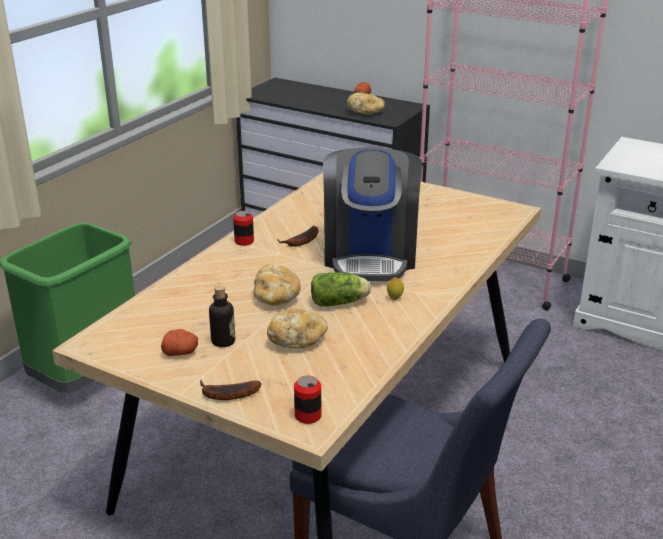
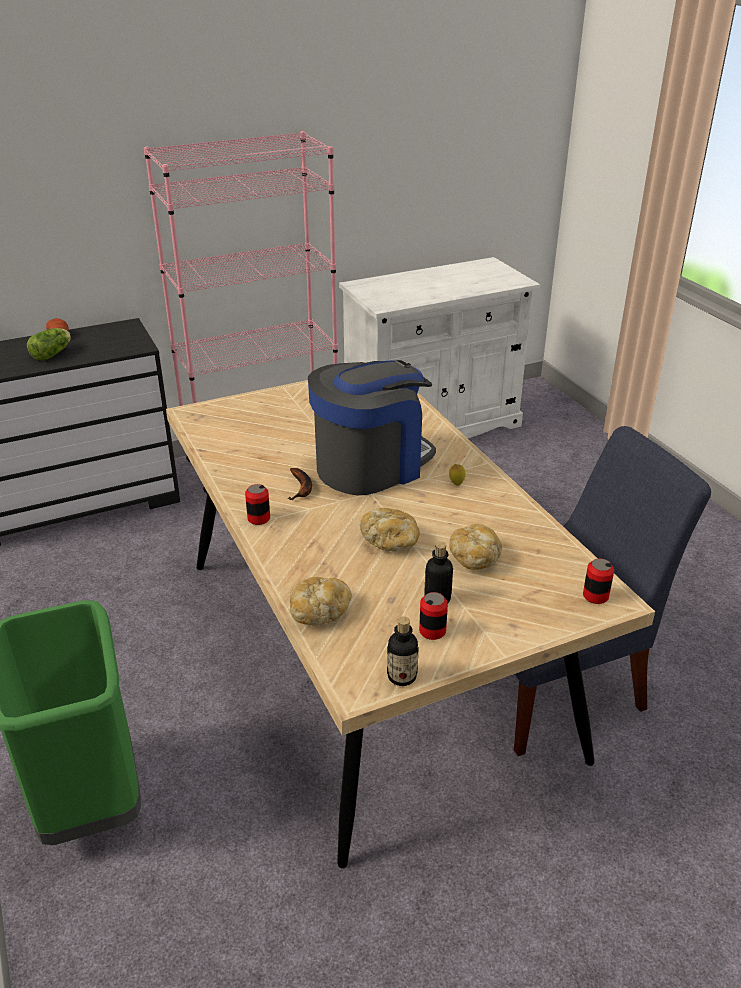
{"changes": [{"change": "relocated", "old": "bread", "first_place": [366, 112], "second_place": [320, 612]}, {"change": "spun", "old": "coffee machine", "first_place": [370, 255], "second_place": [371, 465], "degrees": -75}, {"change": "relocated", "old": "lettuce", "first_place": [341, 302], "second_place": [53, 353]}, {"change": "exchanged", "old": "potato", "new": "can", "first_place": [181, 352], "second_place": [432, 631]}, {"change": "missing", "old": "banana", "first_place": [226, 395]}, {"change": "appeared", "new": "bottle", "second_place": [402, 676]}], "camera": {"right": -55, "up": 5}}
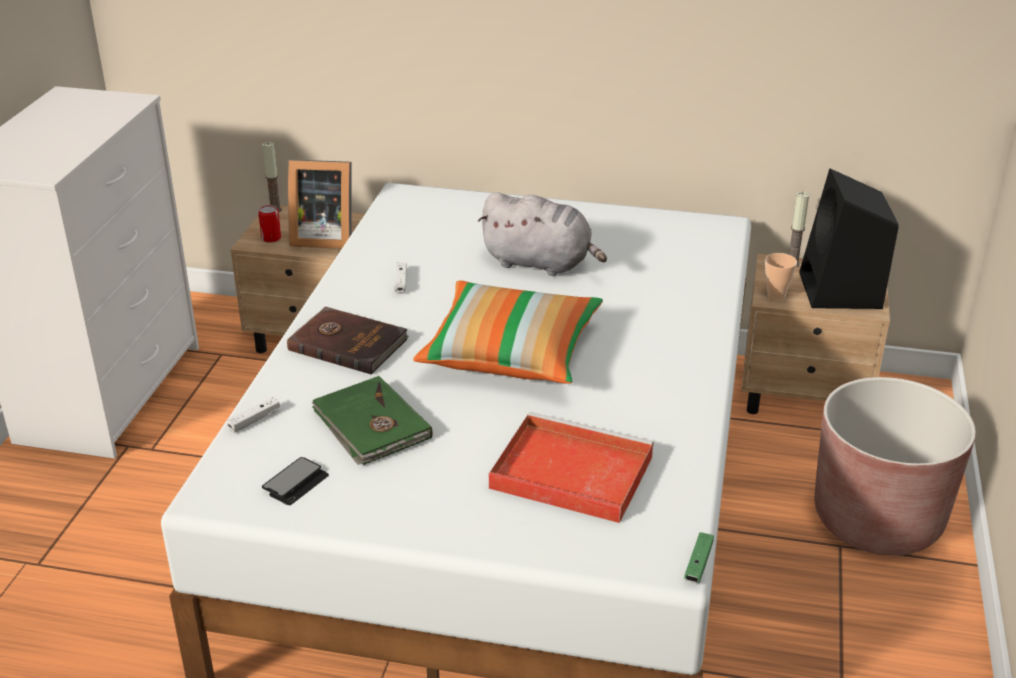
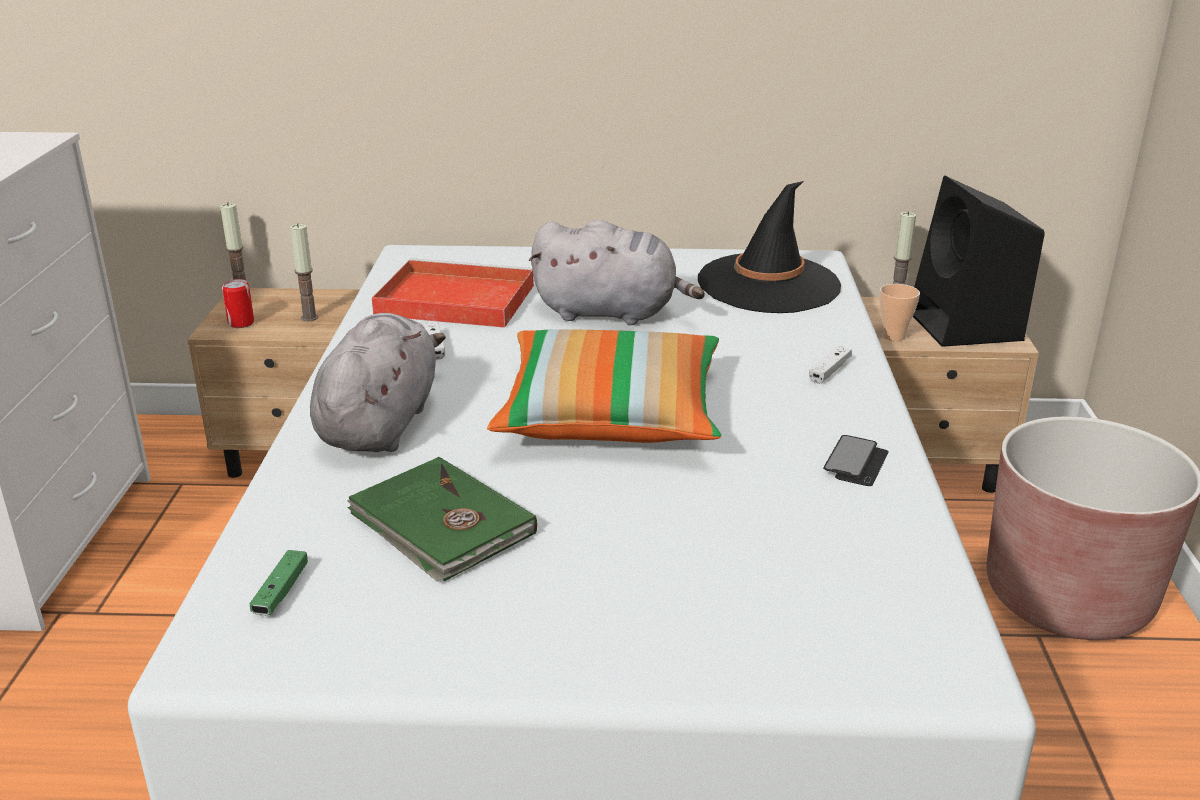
{"changes": [{"change": "exchanged", "old": "picture frame", "new": "candle", "first_place": [322, 237], "second_place": [309, 318]}, {"change": "exchanged", "old": "brown book", "new": "grey plush toy", "first_place": [348, 343], "second_place": [380, 423]}, {"change": "relocated", "old": "white game controller", "first_place": [254, 420], "second_place": [829, 371]}, {"change": "relocated", "old": "red tray", "first_place": [568, 472], "second_place": [452, 300]}, {"change": "relocated", "old": "phone", "first_place": [295, 483], "second_place": [856, 463]}, {"change": "relocated", "old": "green game controller", "first_place": [698, 564], "second_place": [281, 592]}, {"change": "appeared", "new": "black hat", "second_place": [768, 284]}], "camera": {"right": -10, "up": -5}}
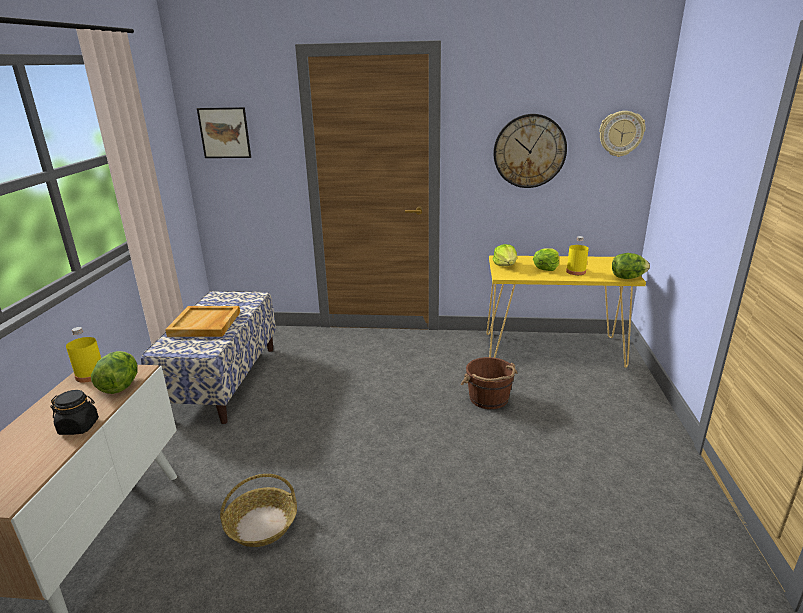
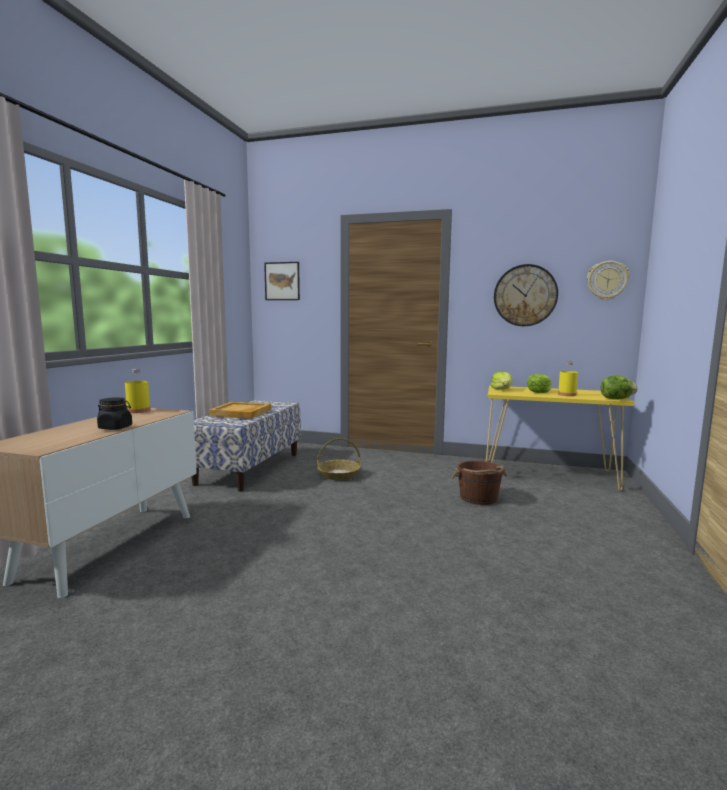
{"changes": [{"change": "missing", "old": "lettuce", "first_place": [120, 386]}, {"change": "relocated", "old": "basket", "first_place": [261, 525], "second_place": [338, 475]}], "camera": {"right": 10, "up": -15}}
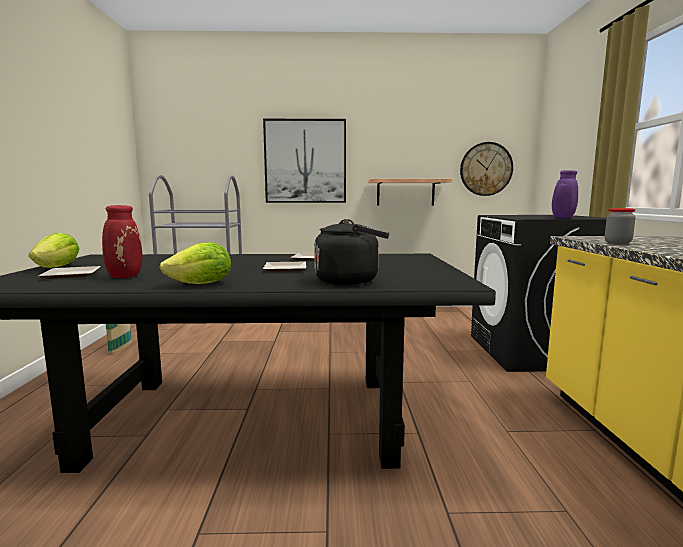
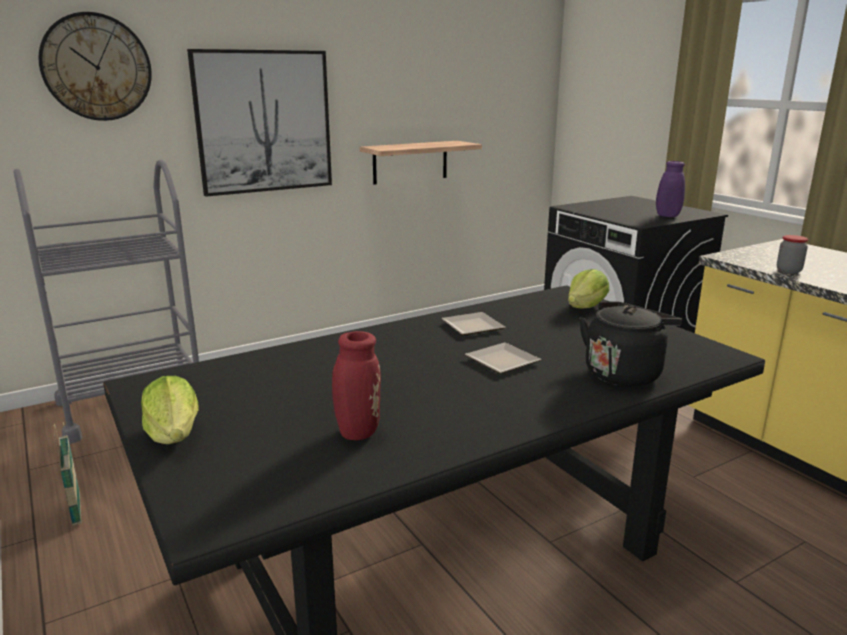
{"changes": [{"change": "relocated", "old": "wall clock", "first_place": [486, 169], "second_place": [96, 67]}, {"change": "relocated", "old": "lettuce", "first_place": [202, 284], "second_place": [586, 307]}, {"change": "missing", "old": "plate", "first_place": [70, 275]}], "camera": {"right": -30, "up": 10}}
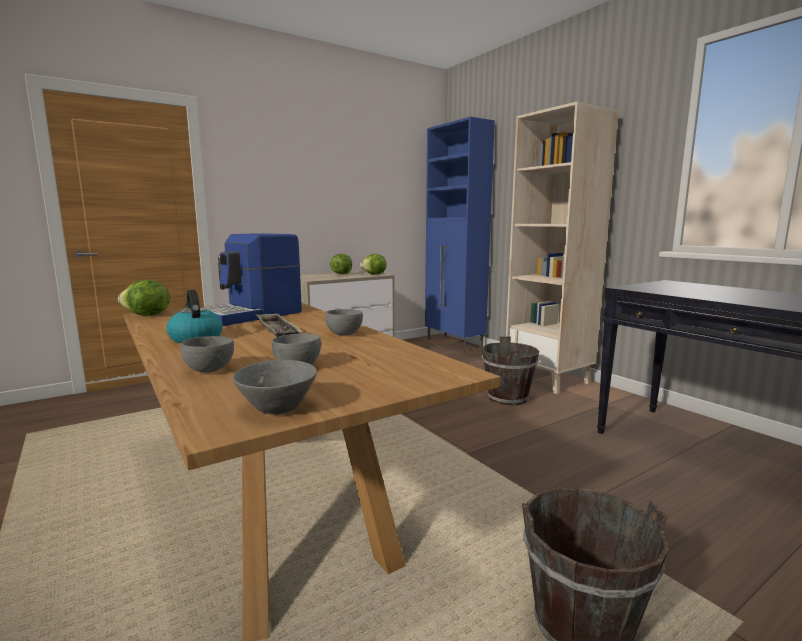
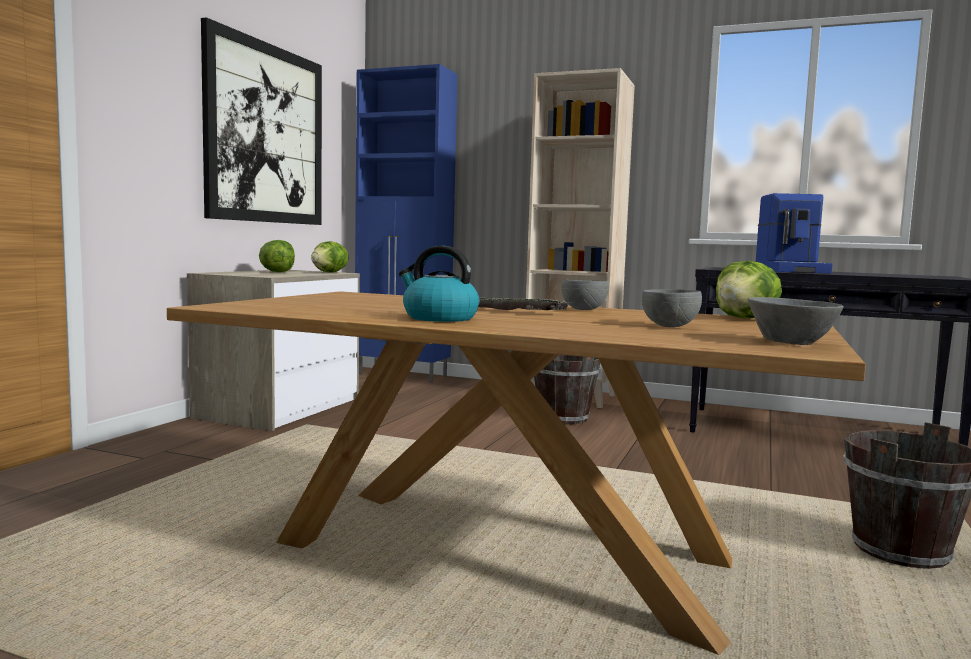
{"changes": [{"change": "relocated", "old": "coffee machine", "first_place": [252, 315], "second_place": [791, 271]}, {"change": "relocated", "old": "lettuce", "first_place": [147, 315], "second_place": [745, 318]}, {"change": "missing", "old": "grey bowl", "first_place": [208, 370]}, {"change": "appeared", "new": "picture", "second_place": [266, 134]}], "camera": {"right": -35, "up": -5}}
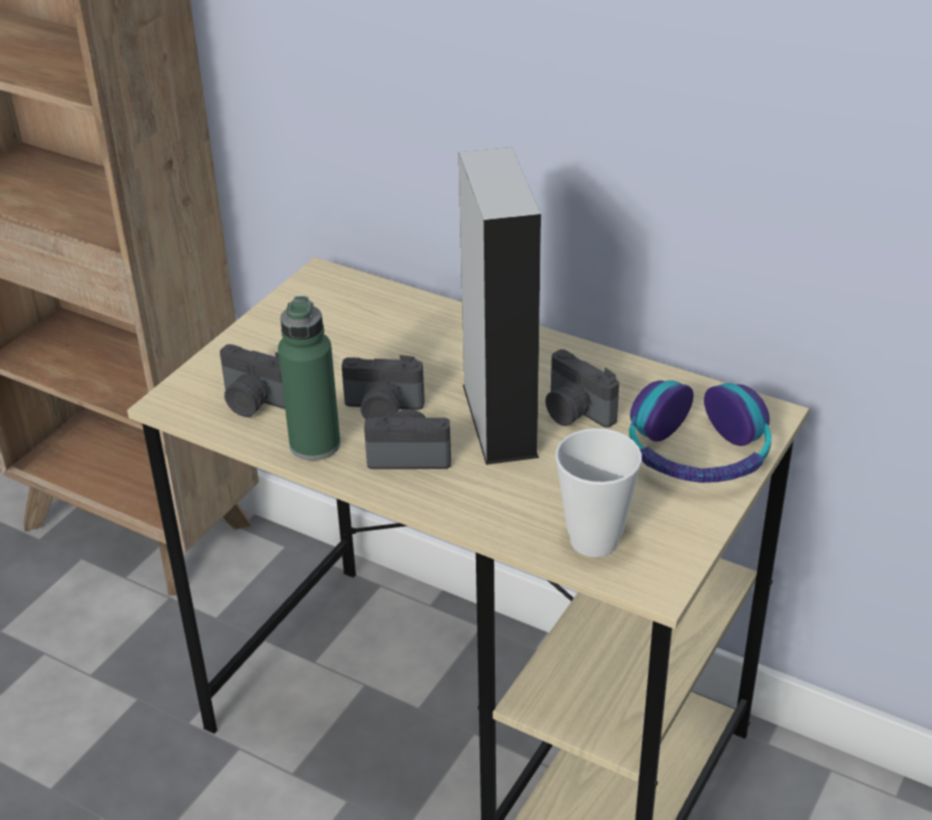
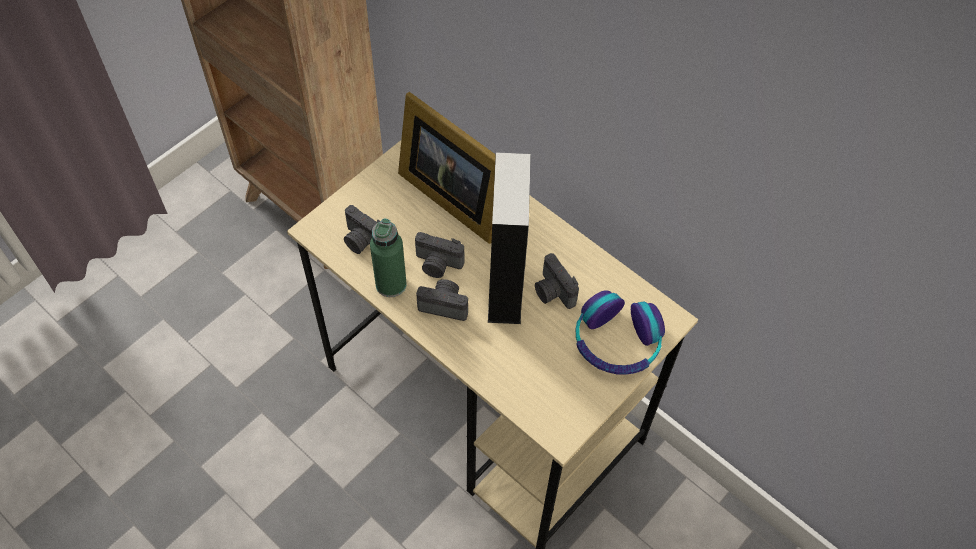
{"changes": [{"change": "missing", "old": "cup", "first_place": [594, 540]}, {"change": "appeared", "new": "picture frame", "second_place": [452, 194]}], "camera": {"right": 10, "up": 20}}
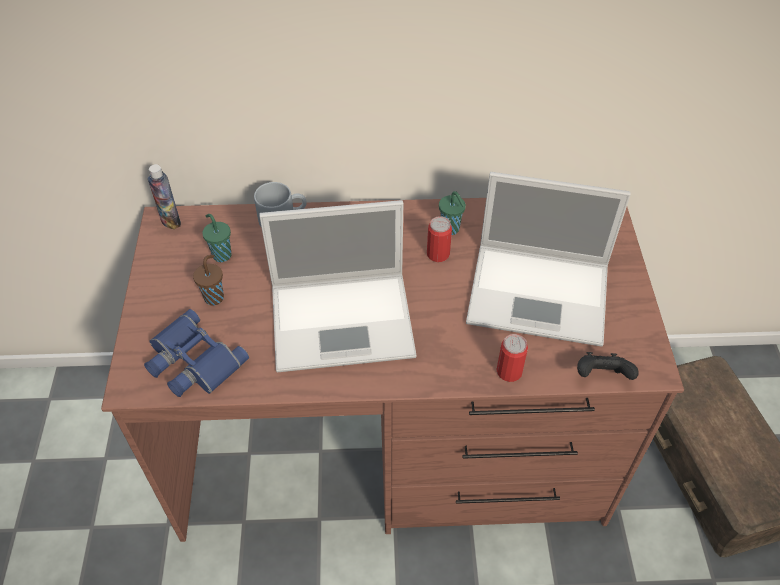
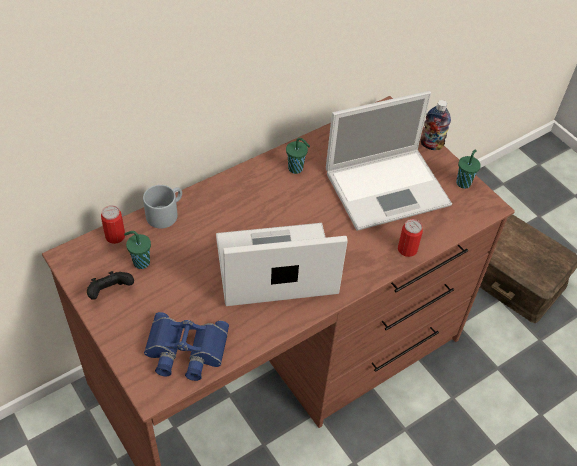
{"changes": [{"change": "relocated", "old": "bottle", "first_place": [170, 221], "second_place": [431, 145]}, {"change": "spun", "old": "laptop", "first_place": [345, 320], "second_place": [273, 267], "degrees": -150}, {"change": "relocated", "old": "can", "first_place": [438, 254], "second_place": [115, 236]}, {"change": "missing", "old": "brown cup", "first_place": [214, 297]}, {"change": "relocated", "old": "black game controller", "first_place": [601, 376], "second_place": [110, 292]}, {"change": "appeared", "new": "green cup", "second_place": [463, 182]}], "camera": {"right": -35, "up": 0}}
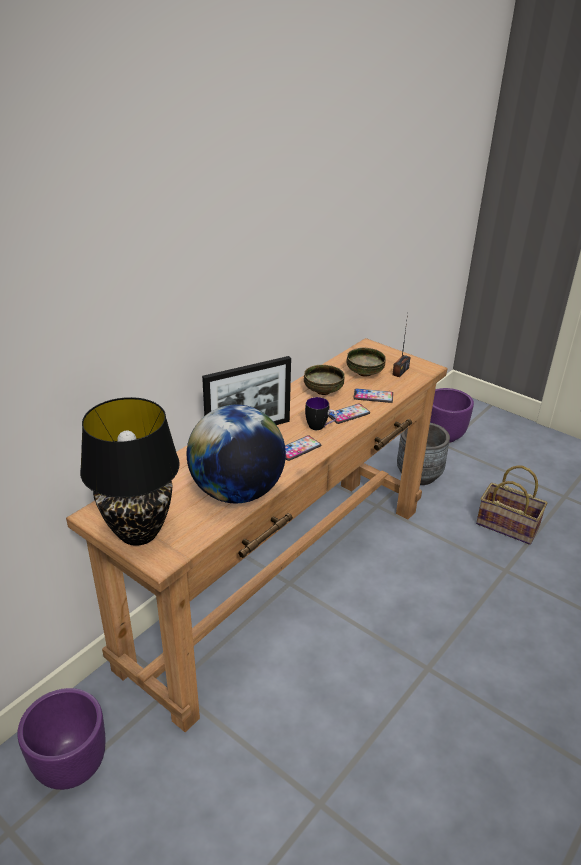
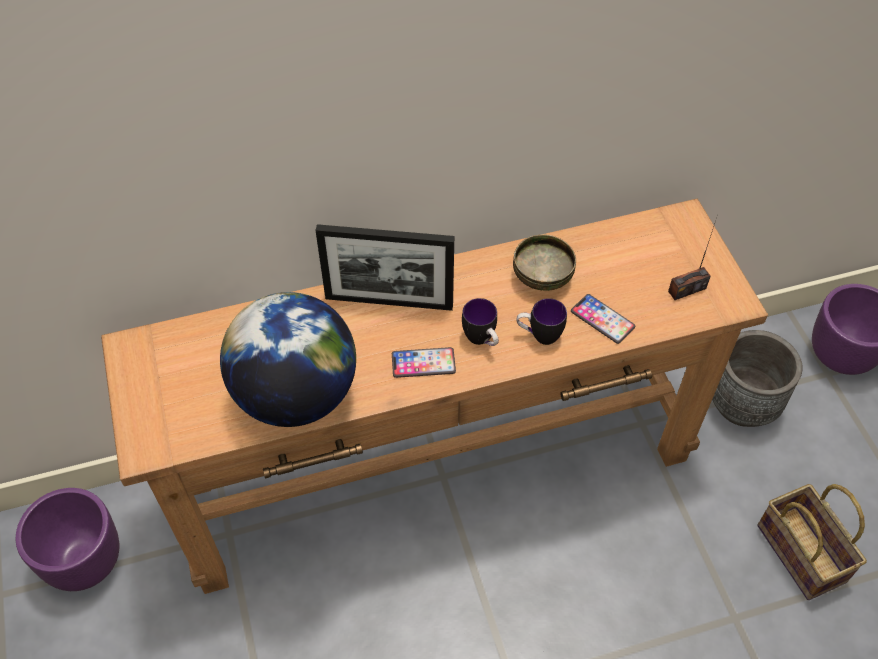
{"changes": [{"change": "missing", "old": "bowl", "first_place": [364, 373]}, {"change": "missing", "old": "black table lamp", "first_place": [139, 533]}, {"change": "exchanged", "old": "phone", "new": "mug", "first_place": [348, 414], "second_place": [539, 336]}], "camera": {"right": 35, "up": 20}}
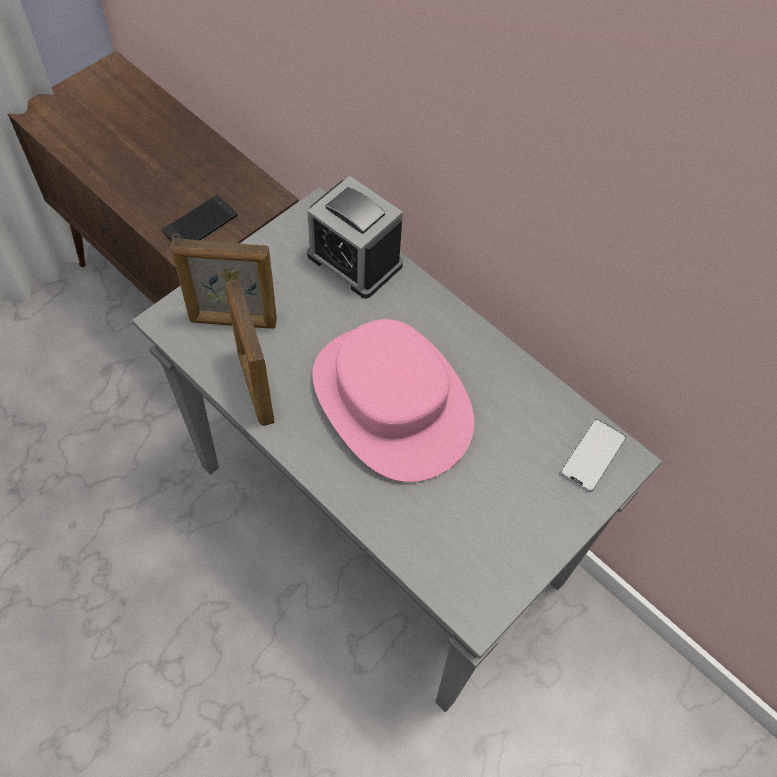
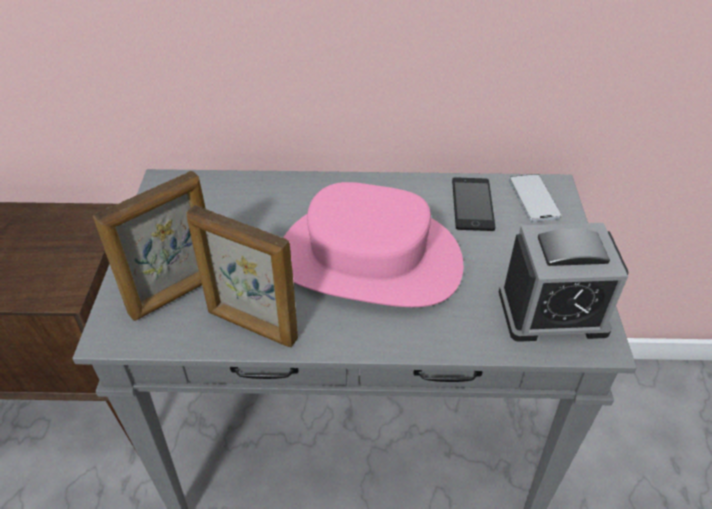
{"changes": [{"change": "relocated", "old": "alarm clock", "first_place": [354, 260], "second_place": [552, 312]}, {"change": "relocated", "old": "phone", "first_place": [200, 223], "second_place": [472, 204]}], "camera": {"right": -40, "up": -15}}
